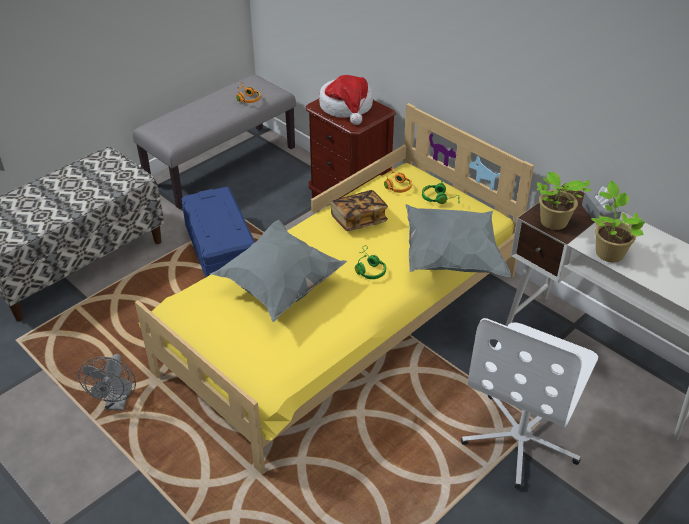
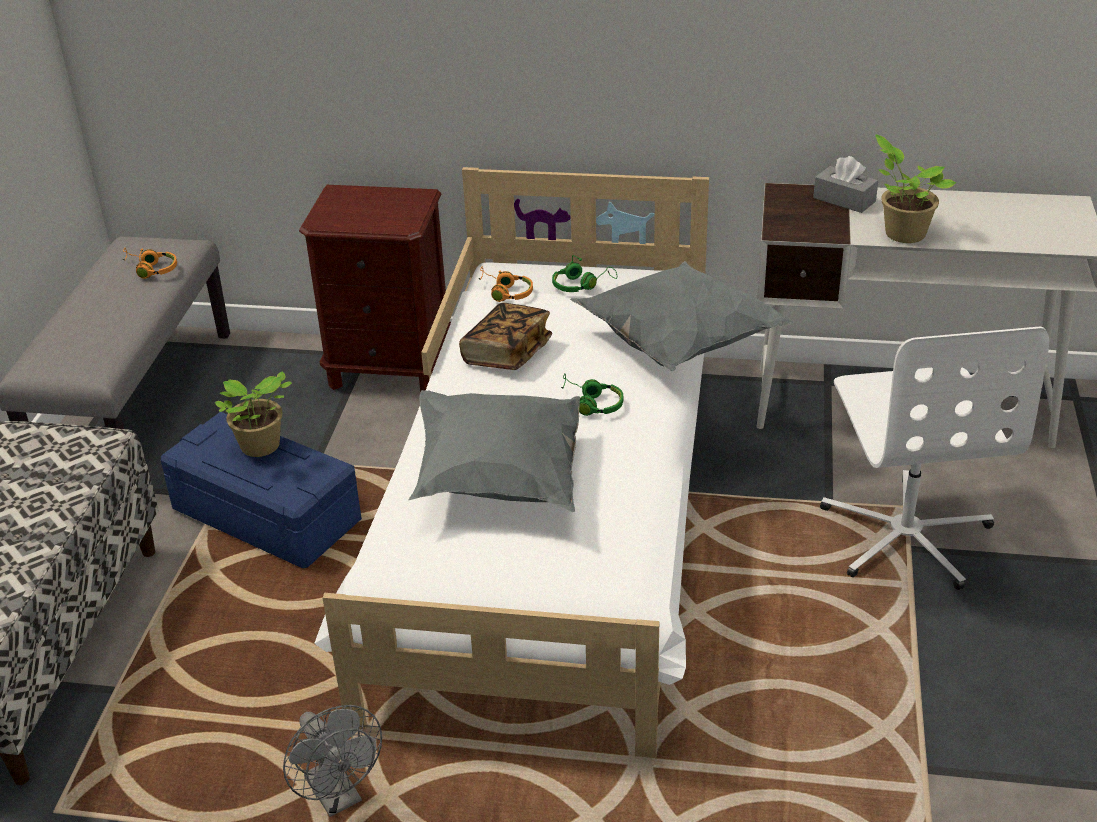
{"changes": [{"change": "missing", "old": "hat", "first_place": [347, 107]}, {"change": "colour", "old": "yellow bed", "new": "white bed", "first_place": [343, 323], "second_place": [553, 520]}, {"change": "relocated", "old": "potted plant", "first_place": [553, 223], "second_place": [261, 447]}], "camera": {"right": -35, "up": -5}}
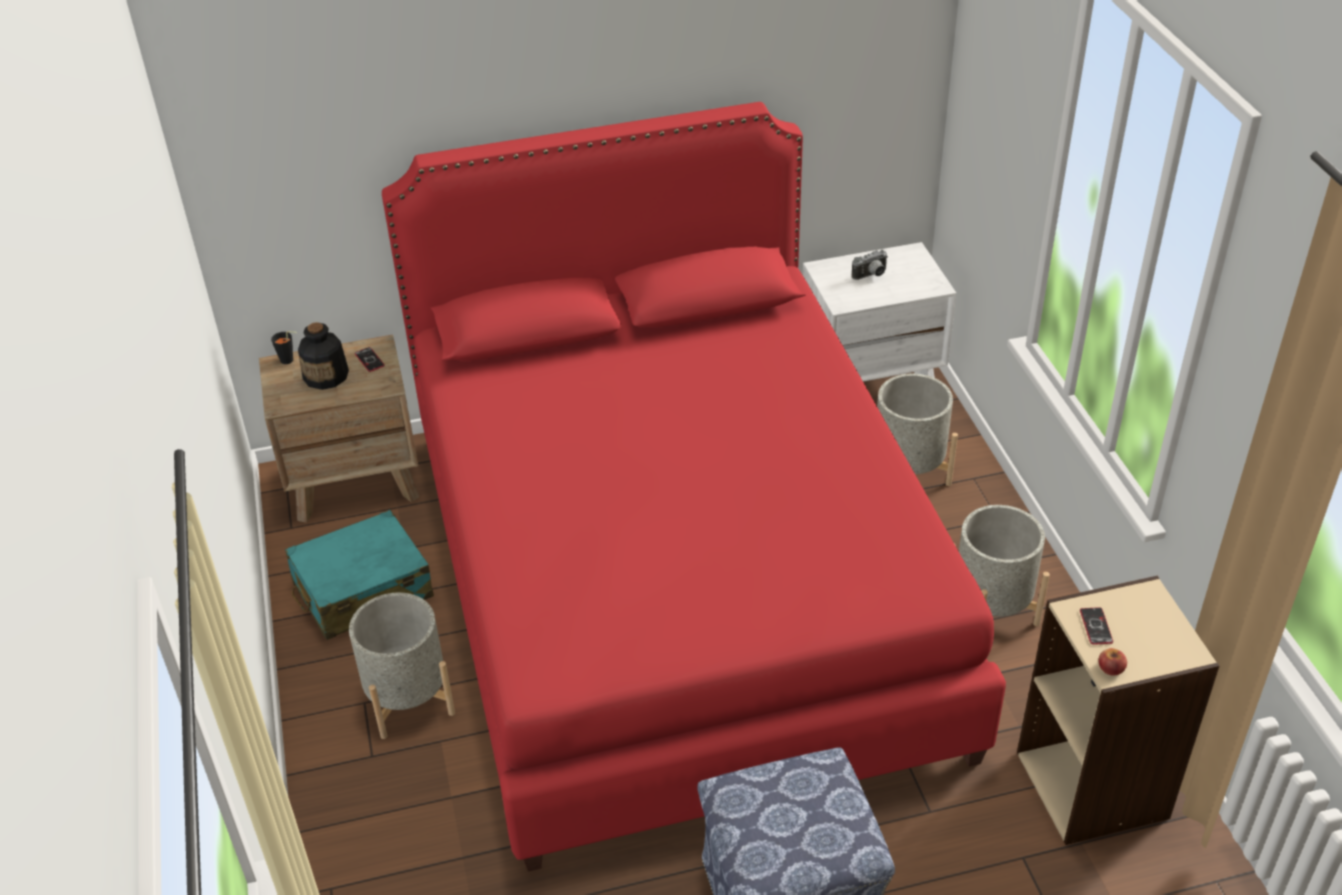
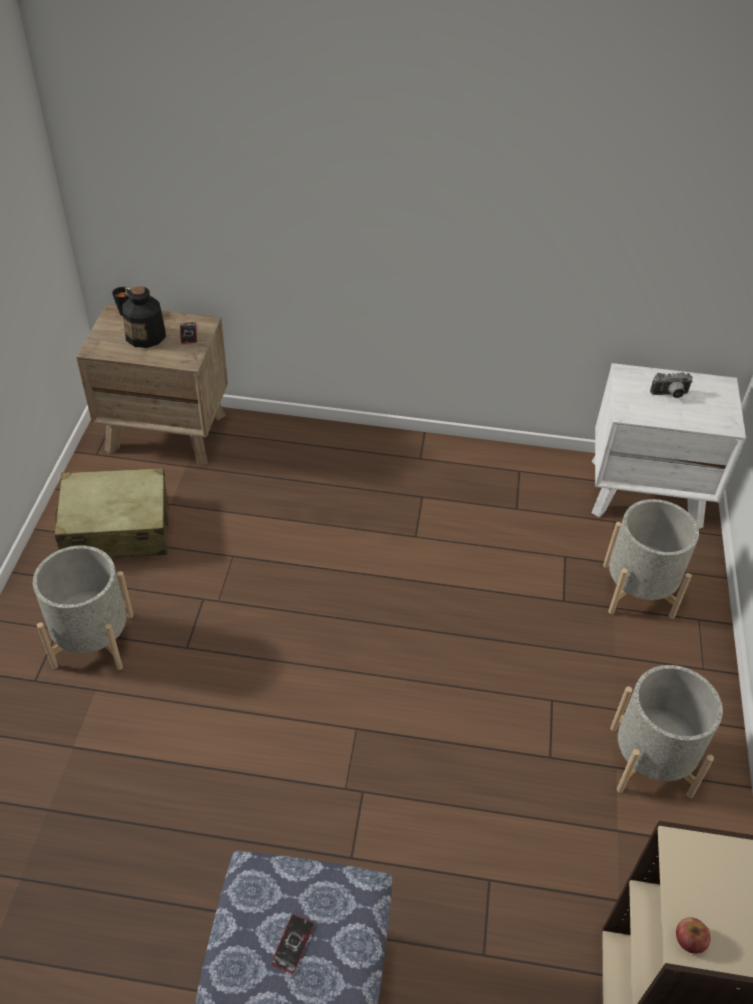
{"changes": [{"change": "missing", "old": "red bed", "first_place": [675, 584]}, {"change": "colour", "old": "turquoise suitcase", "new": "beige suitcase", "first_place": [362, 590], "second_place": [116, 528]}, {"change": "relocated", "old": "phone", "first_place": [1096, 626], "second_place": [293, 944]}], "camera": {"right": 20, "up": 5}}
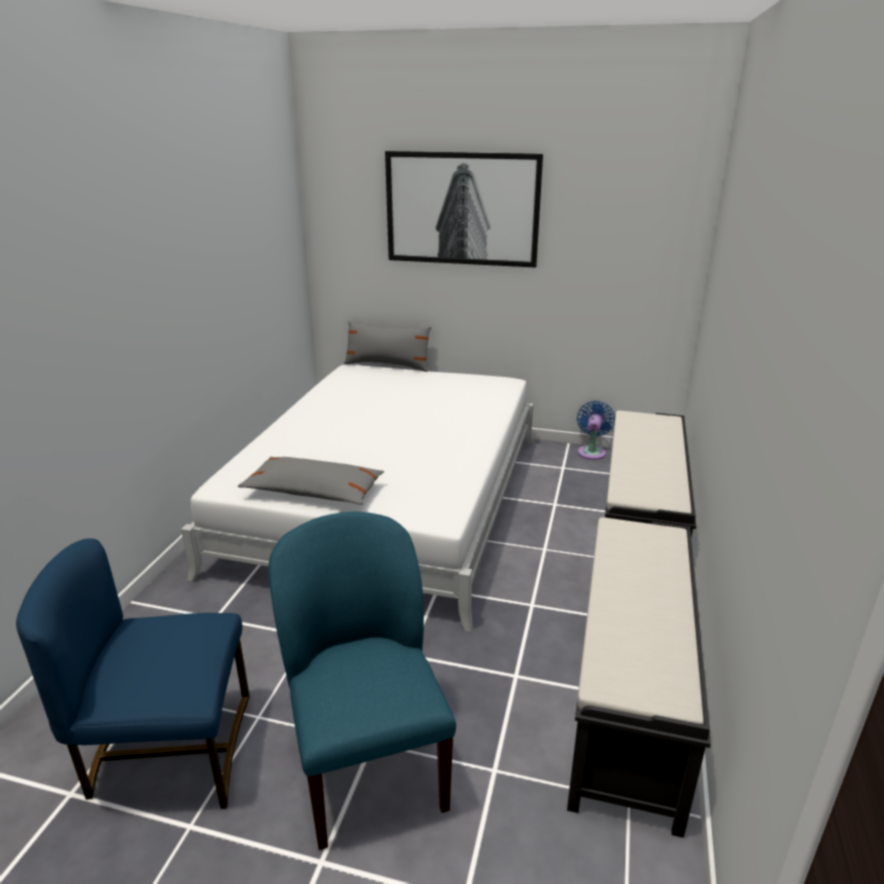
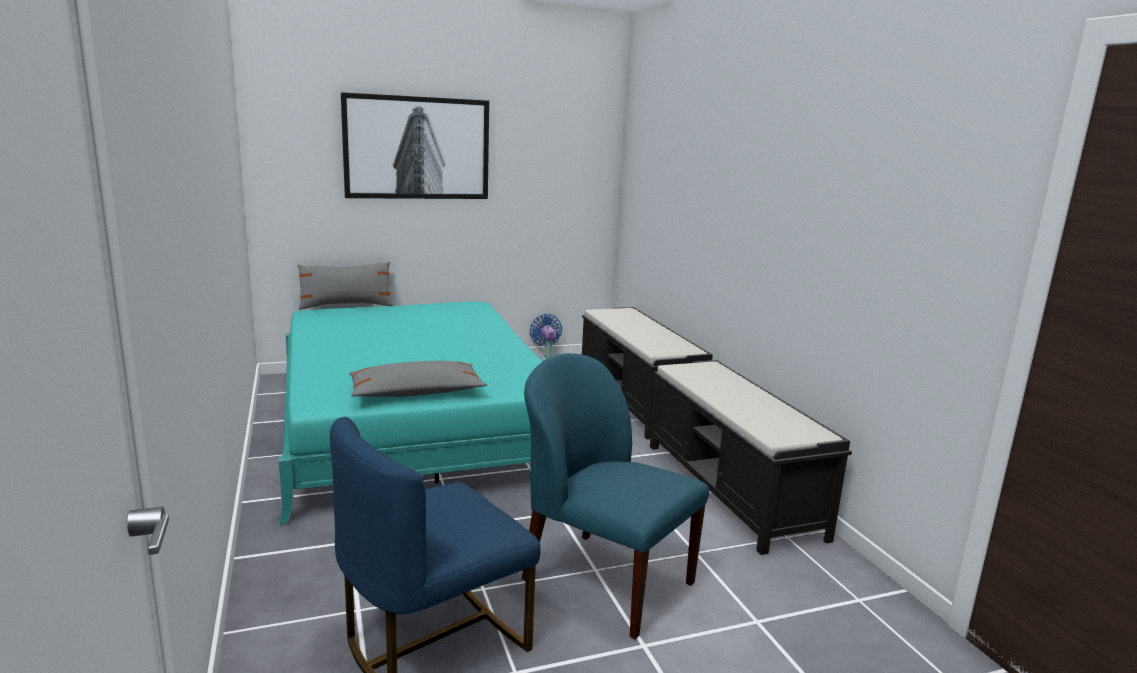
{"changes": [{"change": "colour", "old": "white bed", "new": "turquoise bed", "first_place": [388, 500], "second_place": [414, 422]}], "camera": {"right": -35, "up": -10}}
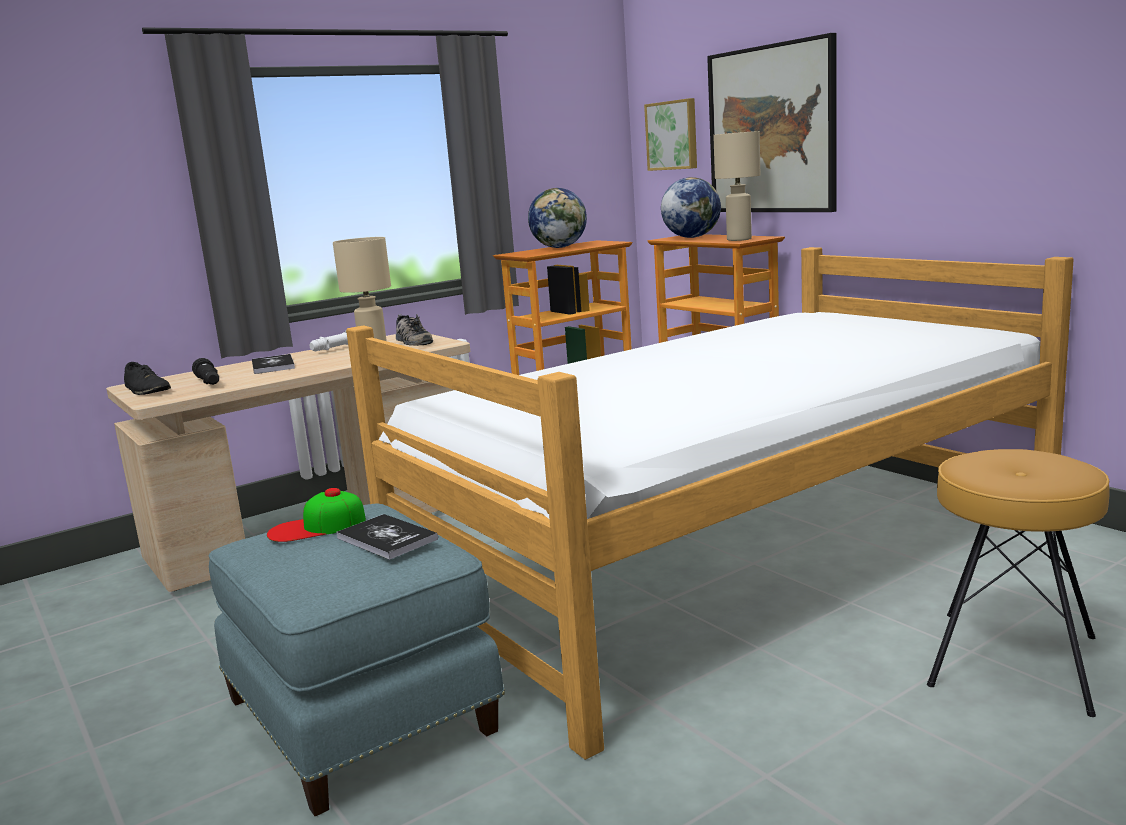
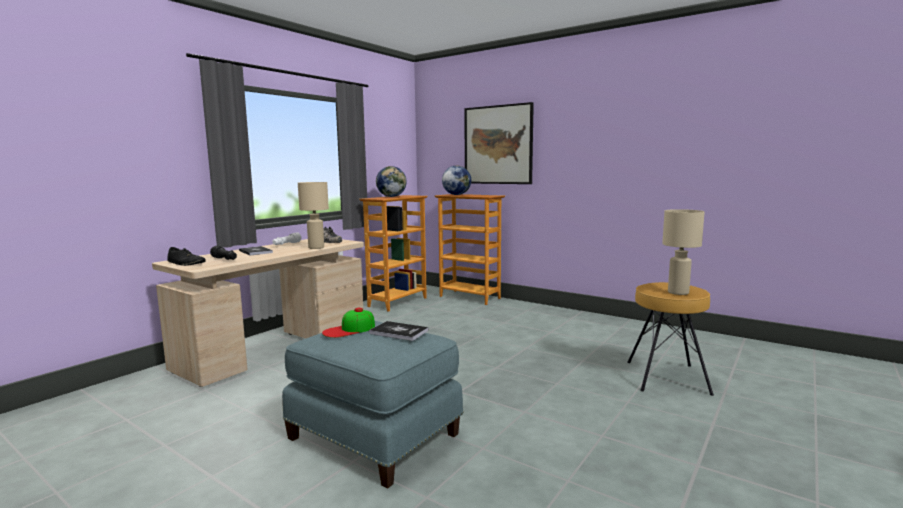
{"changes": [{"change": "missing", "old": "picture", "first_place": [673, 135]}, {"change": "relocated", "old": "beige table lamp", "first_place": [739, 239], "second_place": [677, 292]}, {"change": "missing", "old": "bed", "first_place": [736, 559]}], "camera": {"right": -20, "up": -5}}
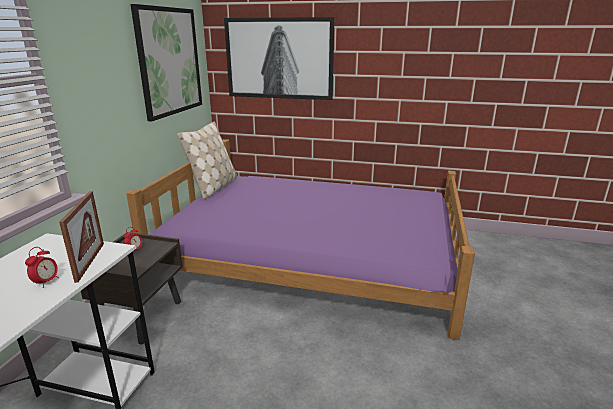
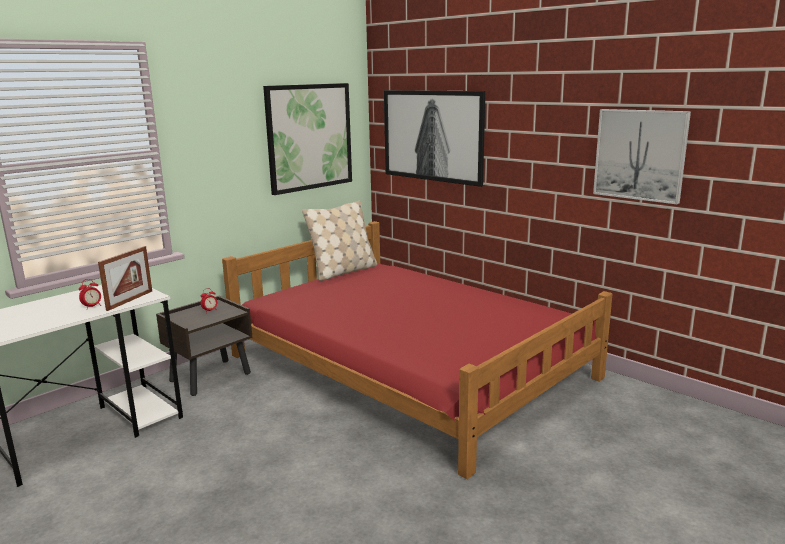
{"changes": [{"change": "colour", "old": "purple bed", "new": "red bed", "first_place": [314, 257], "second_place": [410, 366]}, {"change": "appeared", "new": "picture", "second_place": [640, 155]}], "camera": {"right": 30, "up": -5}}
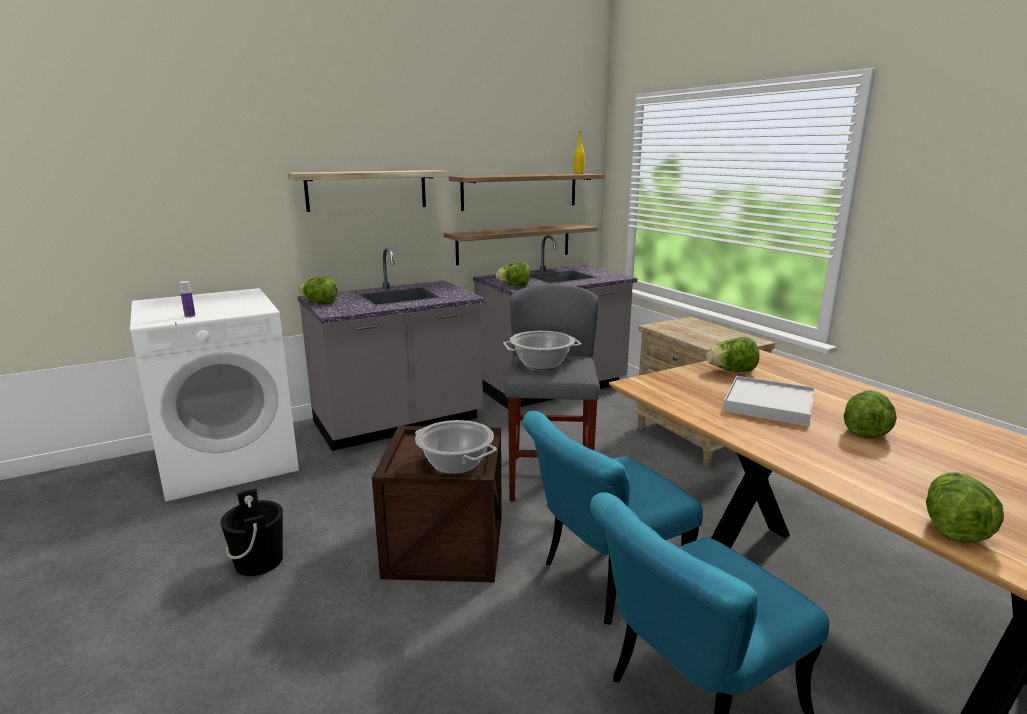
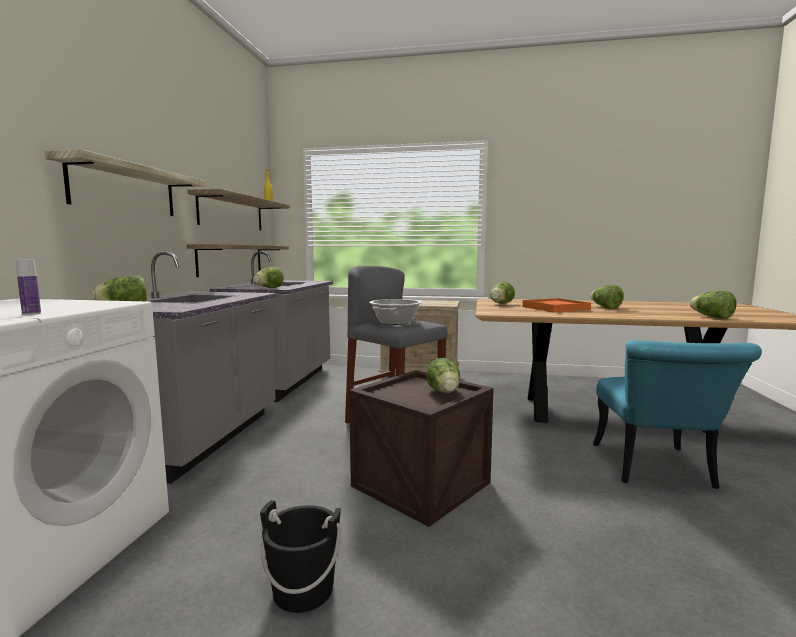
{"changes": [{"change": "colour", "old": "white tray", "new": "orange tray", "first_place": [769, 404], "second_place": [555, 308]}, {"change": "missing", "old": "turquoise chair", "first_place": [604, 580]}, {"change": "exchanged", "old": "cooking pot", "new": "lettuce", "first_place": [456, 464], "second_place": [444, 393]}], "camera": {"right": -50, "up": -10}}
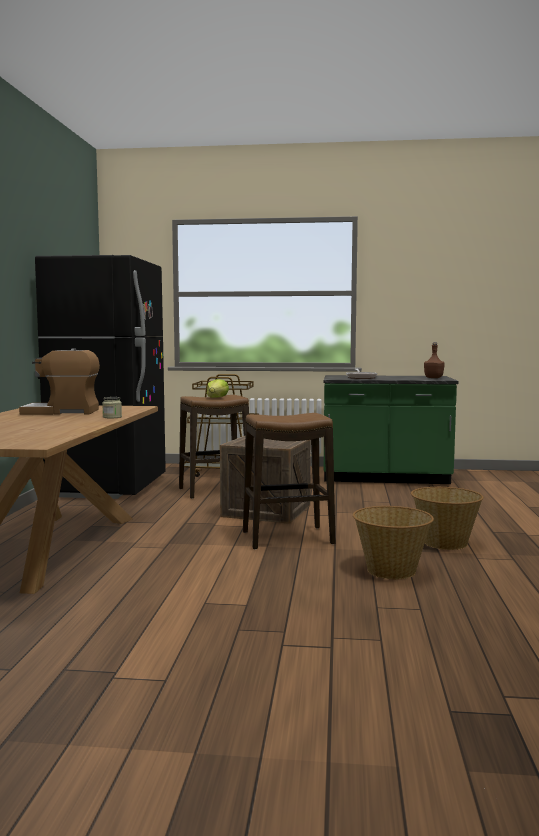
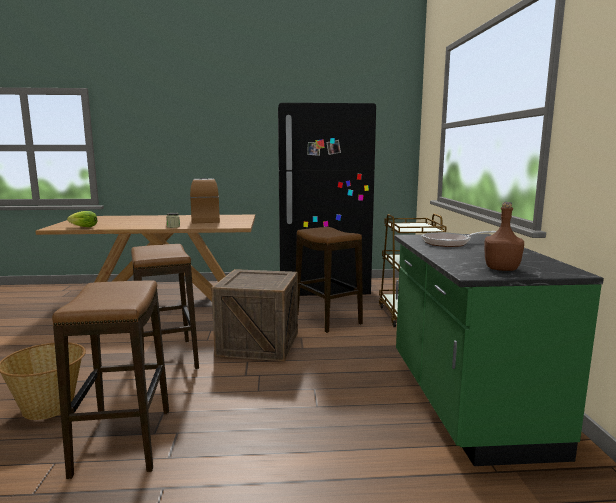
{"changes": [{"change": "relocated", "old": "lettuce", "first_place": [217, 397], "second_place": [84, 227]}, {"change": "exchanged", "old": "basket", "new": "stool", "first_place": [445, 543], "second_place": [123, 442]}], "camera": {"right": 80, "up": 5}}
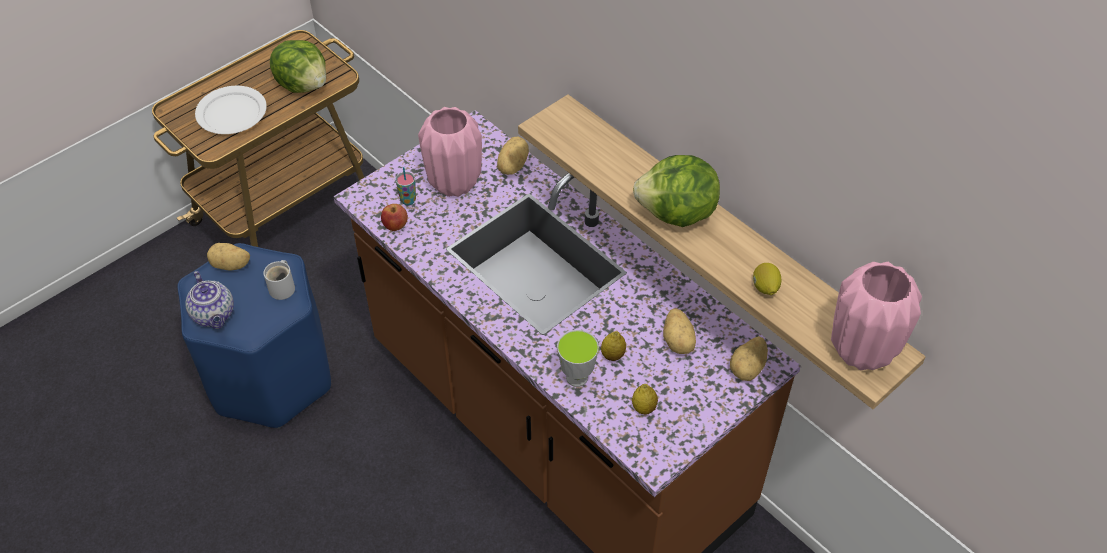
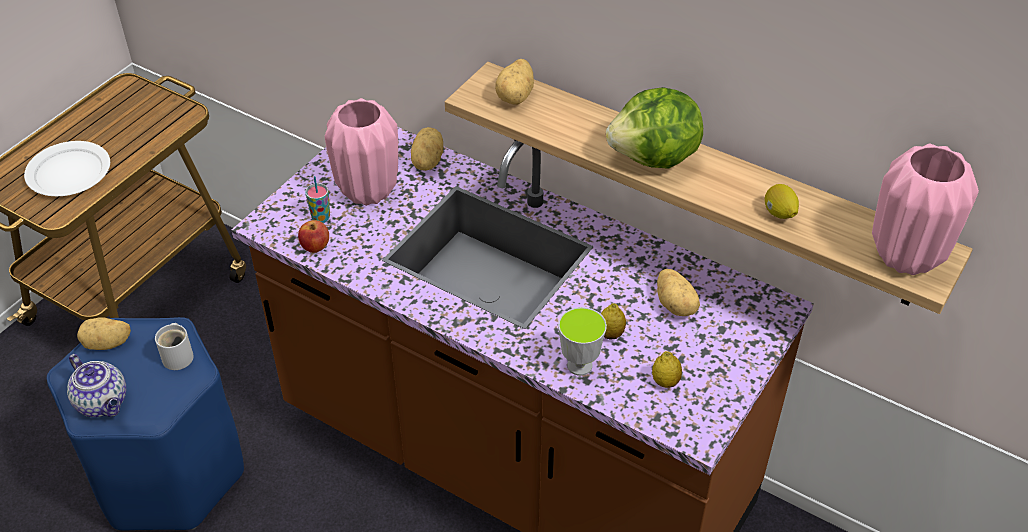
{"changes": [{"change": "missing", "old": "lettuce", "first_place": [304, 84]}, {"change": "relocated", "old": "potato", "first_place": [748, 368], "second_place": [516, 96]}], "camera": {"right": -15, "up": -5}}
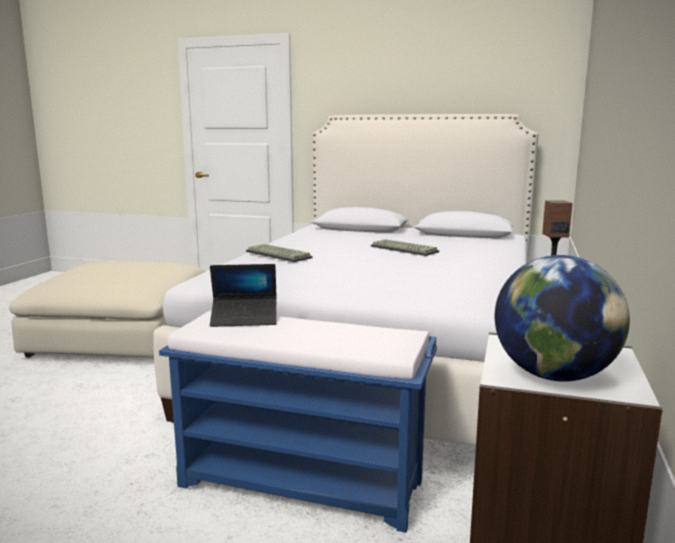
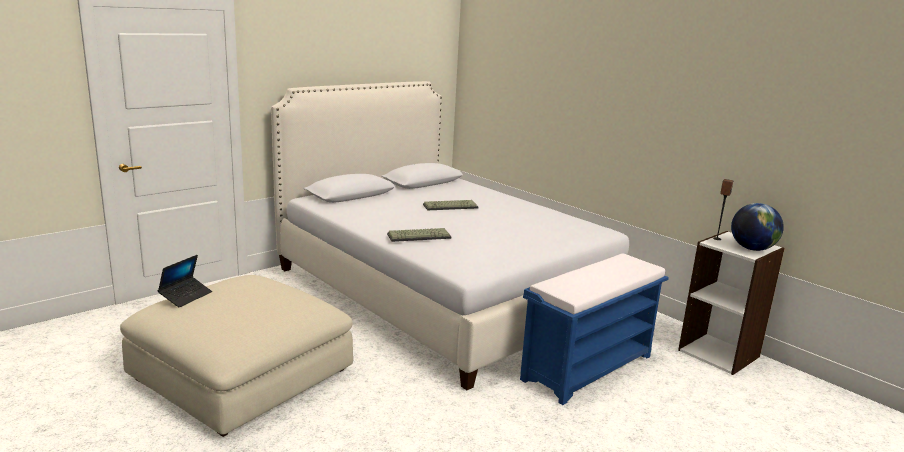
{"changes": [{"change": "relocated", "old": "laptop", "first_place": [244, 319], "second_place": [186, 296]}], "camera": {"right": -60, "up": 5}}
